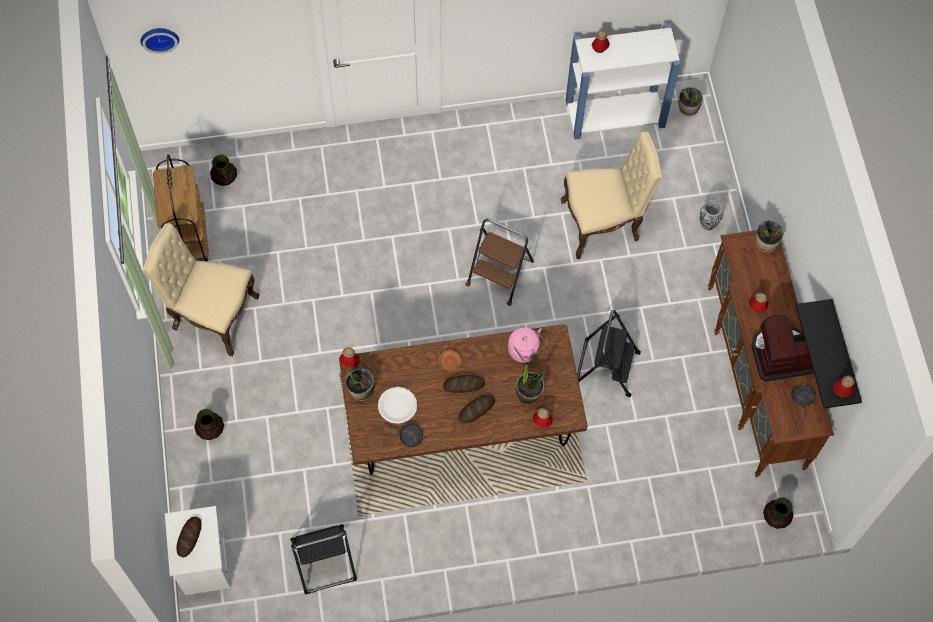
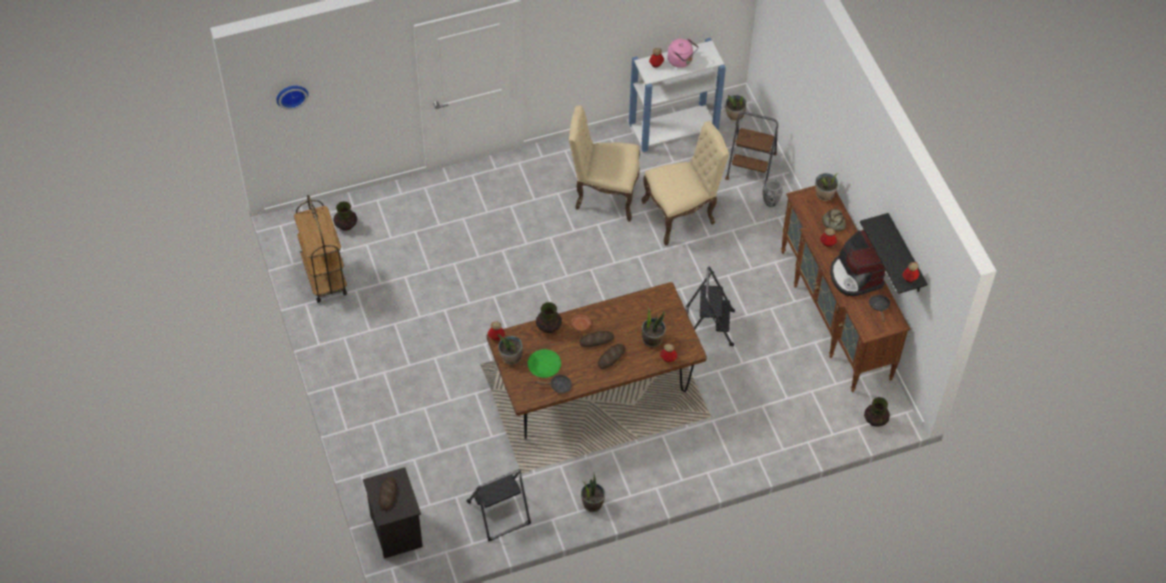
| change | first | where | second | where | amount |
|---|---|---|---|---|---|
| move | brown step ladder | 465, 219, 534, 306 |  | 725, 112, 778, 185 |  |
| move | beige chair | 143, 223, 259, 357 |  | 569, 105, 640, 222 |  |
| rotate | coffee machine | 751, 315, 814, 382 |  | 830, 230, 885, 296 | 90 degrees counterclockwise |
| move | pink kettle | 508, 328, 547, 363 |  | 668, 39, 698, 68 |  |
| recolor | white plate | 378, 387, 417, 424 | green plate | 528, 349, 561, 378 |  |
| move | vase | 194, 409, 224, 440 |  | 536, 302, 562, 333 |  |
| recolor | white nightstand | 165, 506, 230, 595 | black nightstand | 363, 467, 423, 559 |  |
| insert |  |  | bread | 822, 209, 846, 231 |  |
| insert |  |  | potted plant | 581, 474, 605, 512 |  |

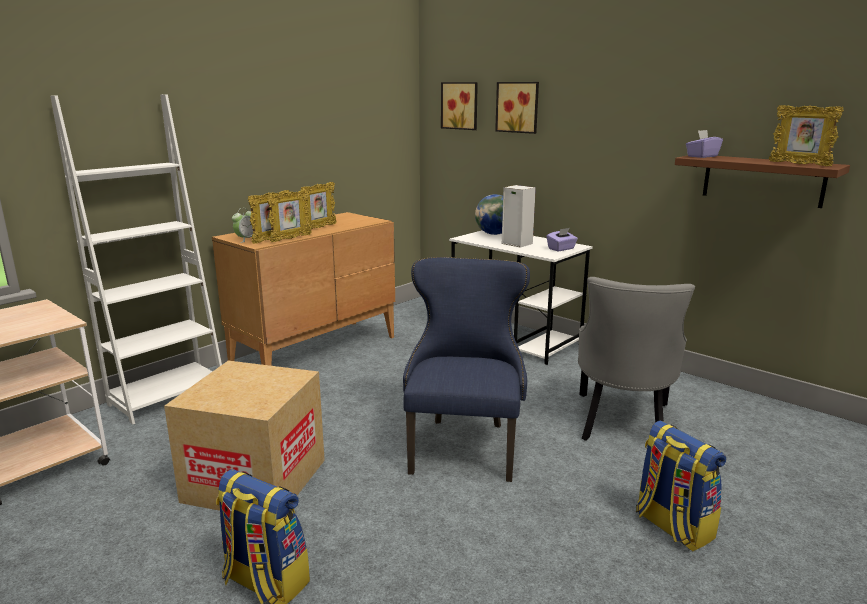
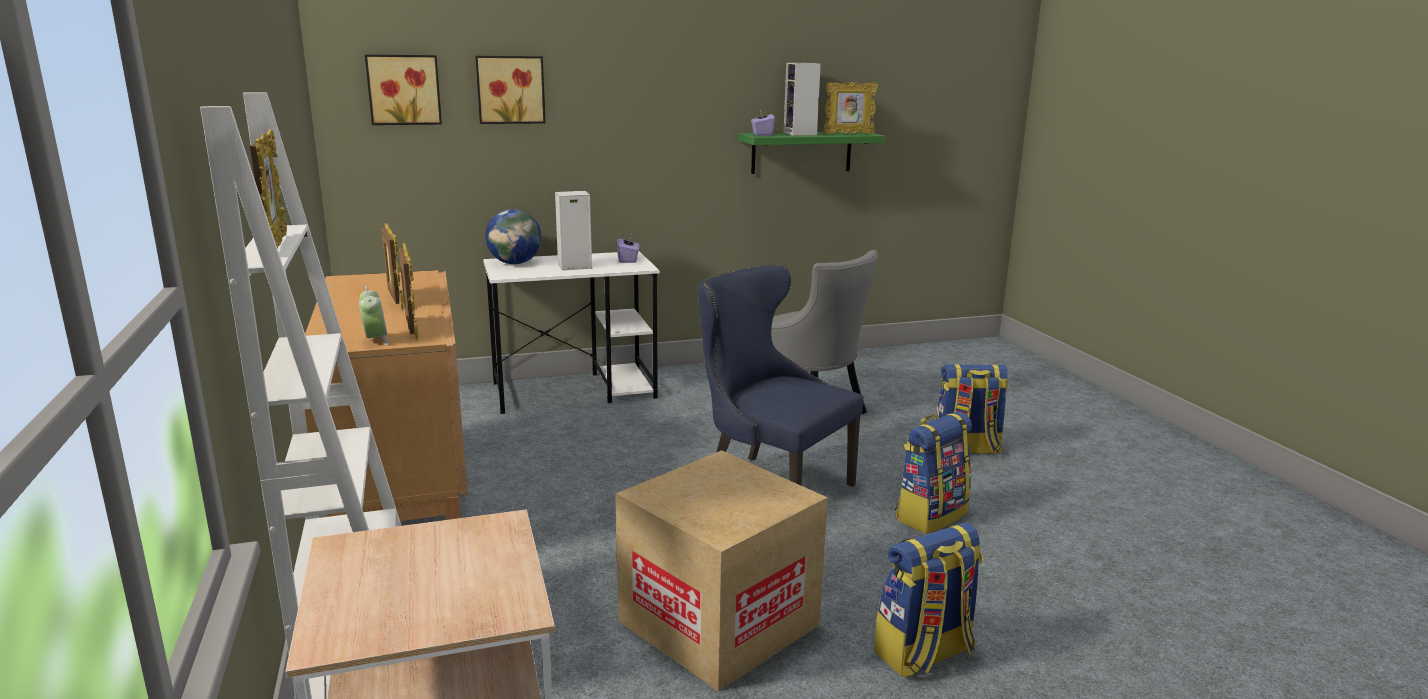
| change | first | where | second | where | amount |
|---|---|---|---|---|---|
| recolor | brown shelf | 675, 155, 850, 208 | green shelf | 738, 132, 885, 174 |  |
| move | picture frame | 267, 189, 312, 242 |  | 250, 129, 287, 249 |  |
| insert |  |  | speaker | 784, 62, 821, 136 |  |
| insert |  |  | backpack | 895, 412, 972, 534 |  |

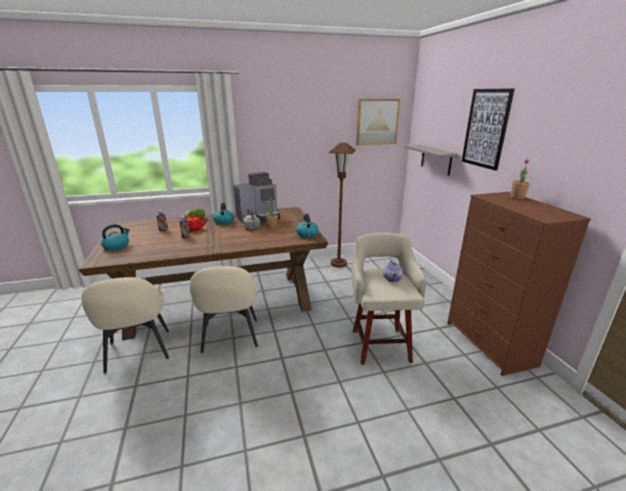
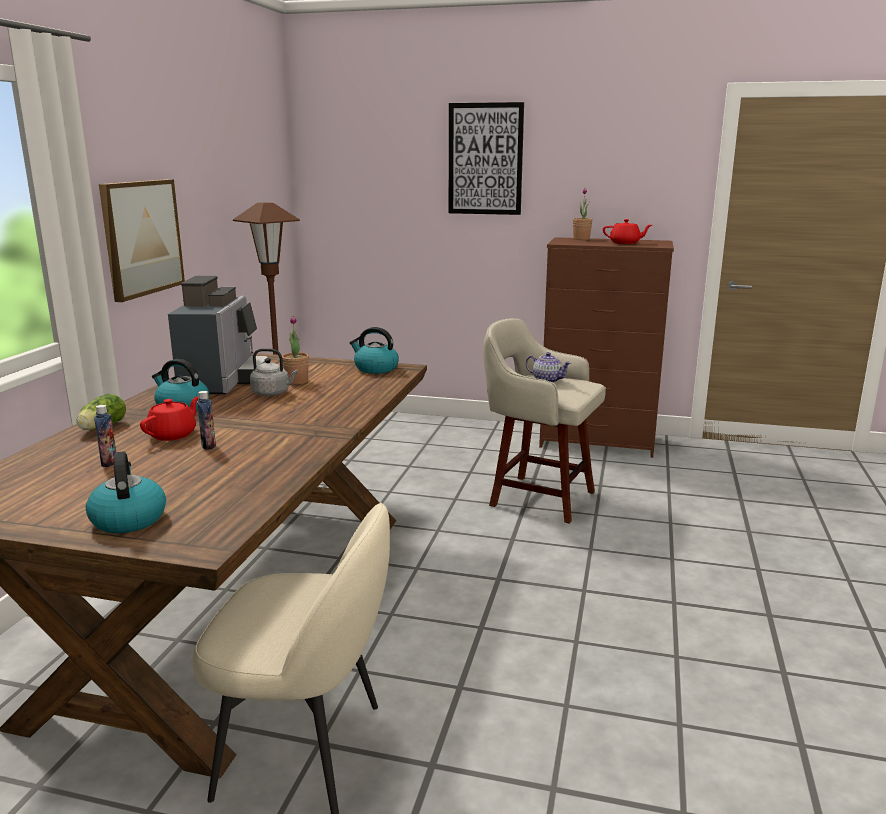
| change | first | where | second | where | amount |
|---|---|---|---|---|---|
| move | picture | 356, 99, 400, 145 |  | 99, 179, 185, 302 |  |
| delete | grey shelf | 404, 145, 458, 176 |  |  |  |
| delete | beige chair | 190, 266, 258, 353 |  |  |  |
| insert |  |  | red teapot | 603, 219, 652, 244 |  |

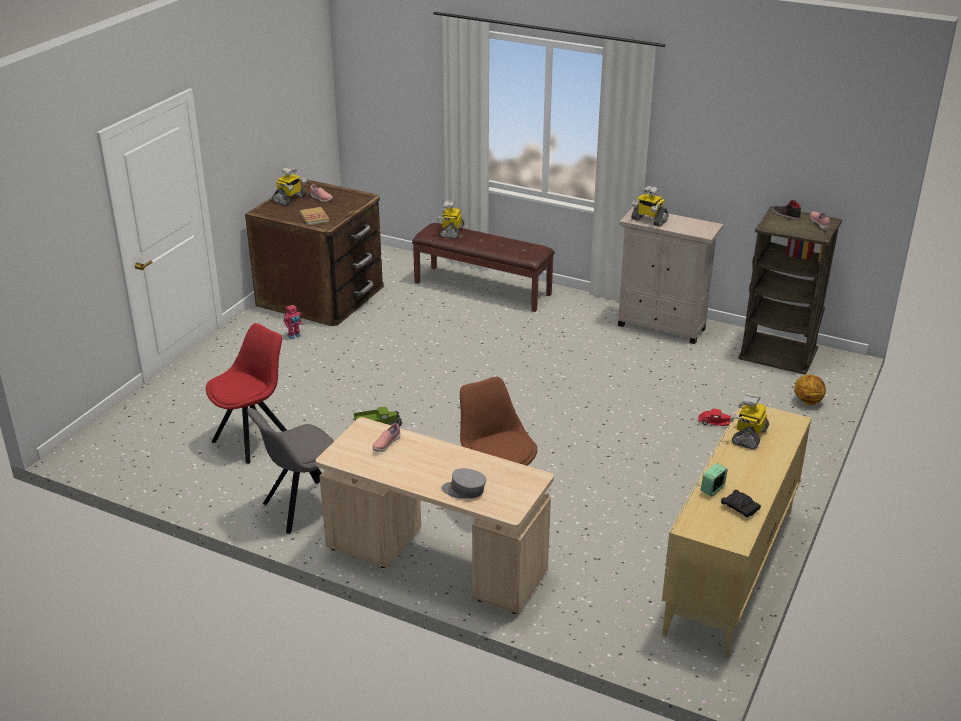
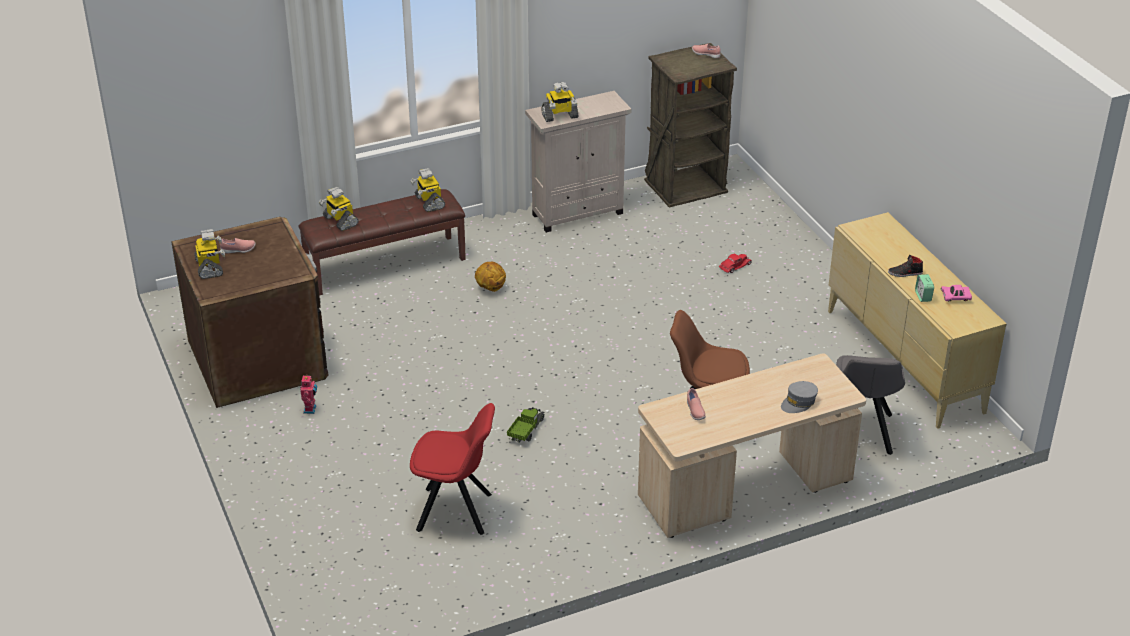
| change | first | where | second | where | amount |
|---|---|---|---|---|---|
| move | black shoe | 772, 200, 801, 220 |  | 888, 255, 923, 277 |  |
| delete | book | 300, 207, 330, 225 |  |  |  |
| rotate | red chair | 206, 323, 287, 464 |  | 410, 403, 495, 535 | 105 degrees clockwise |
| move | basketball | 794, 375, 826, 405 |  | 475, 262, 506, 292 |  |
| move | toy robot | 730, 393, 769, 449 |  | 411, 168, 445, 212 |  |
| move | grey chair | 247, 408, 334, 534 |  | 836, 355, 905, 455 |  |
| recolor | black toy car | 721, 490, 761, 517 | pink toy car | 941, 285, 972, 301 |  |

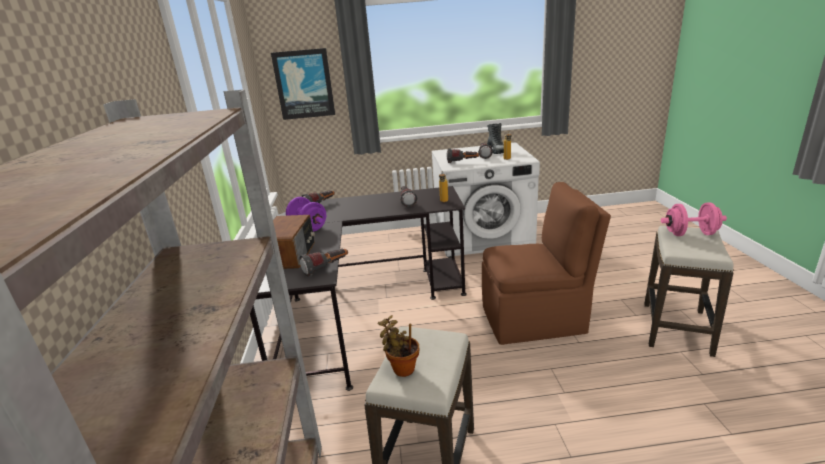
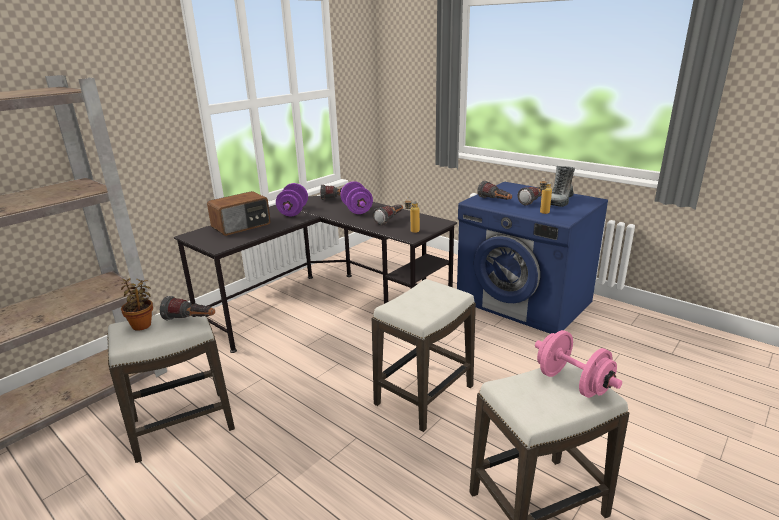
| change | first | where | second | where | amount |
|---|---|---|---|---|---|
| delete | picture | 271, 48, 335, 120 |  |  |  |
| recolor | white washing machine | 432, 142, 540, 258 | blue washing machine | 457, 182, 608, 334 |  |
| replace | brown chair | 482, 182, 611, 345 | stool | 372, 279, 476, 432 |  |
| move | flashlight | 299, 249, 348, 277 |  | 160, 296, 215, 320 |  |
| insert |  |  | purple dumbbell | 340, 181, 373, 214 |  |

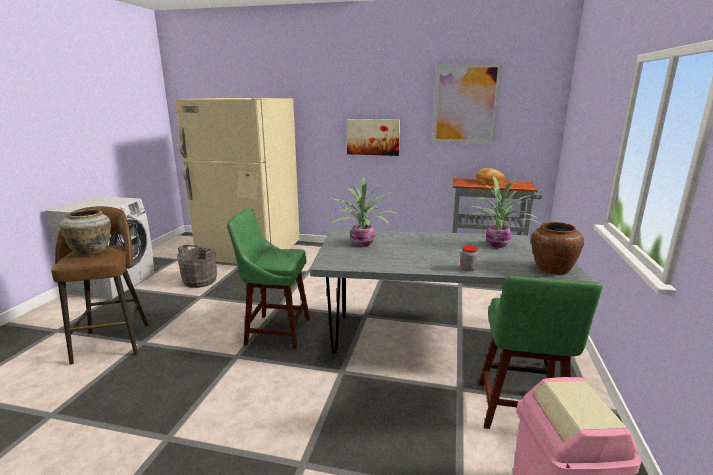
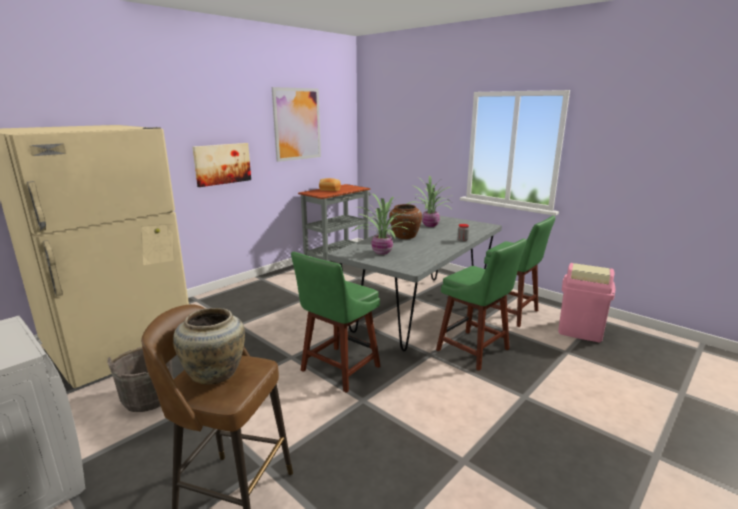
| change | first | where | second | where | amount |
|---|---|---|---|---|---|
| move | brown vase | 531, 222, 584, 274 |  | 389, 204, 422, 239 |  |
| insert |  |  | green chair | 436, 239, 527, 371 |  |

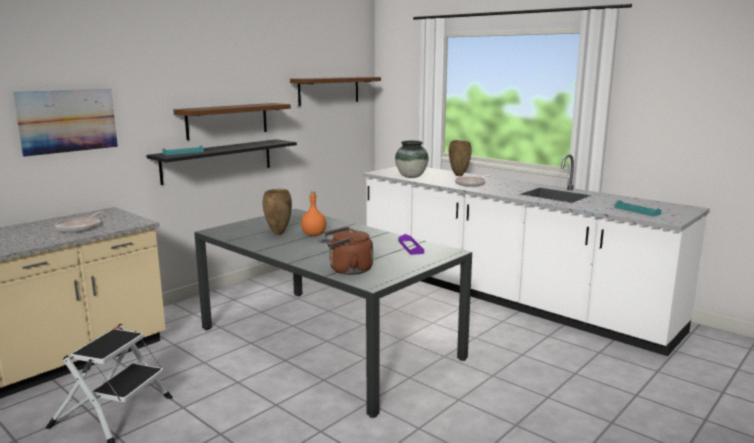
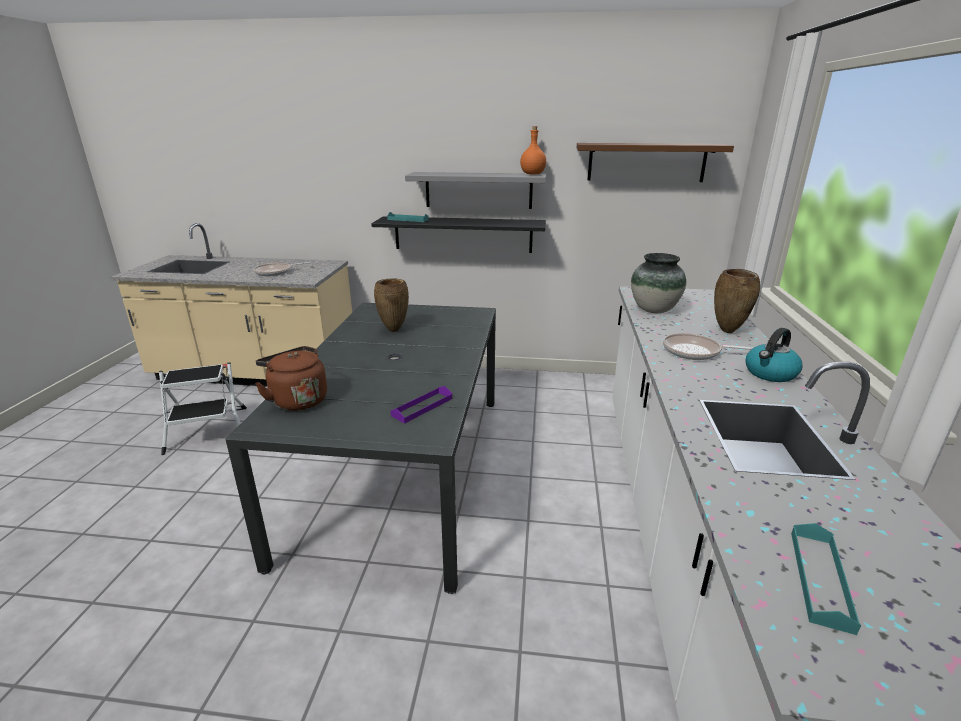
| change | first | where | second | where | amount |
|---|---|---|---|---|---|
| delete | picture | 13, 88, 118, 157 |  |  |  |
| recolor | brown shelf | 174, 103, 291, 140 | grey shelf | 405, 172, 546, 209 |  |
| move | orange bottle | 301, 191, 326, 236 |  | 520, 126, 546, 175 |  |
| insert |  |  | kettle | 746, 328, 802, 382 |  |

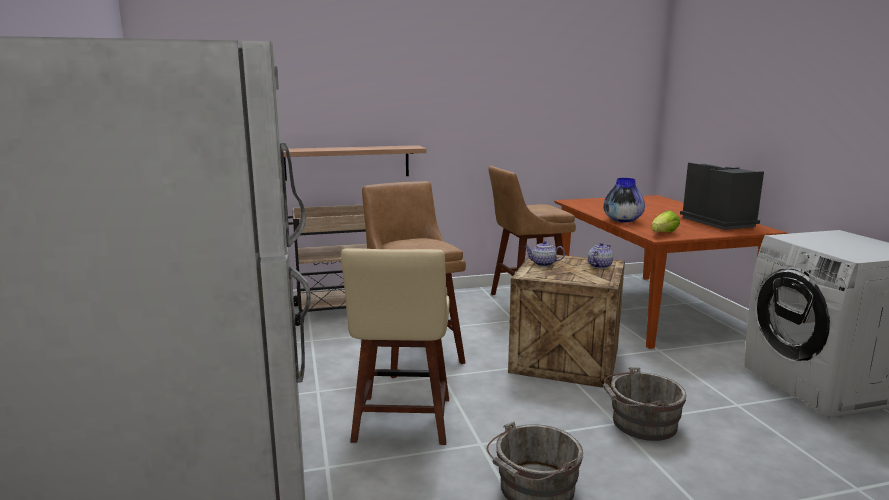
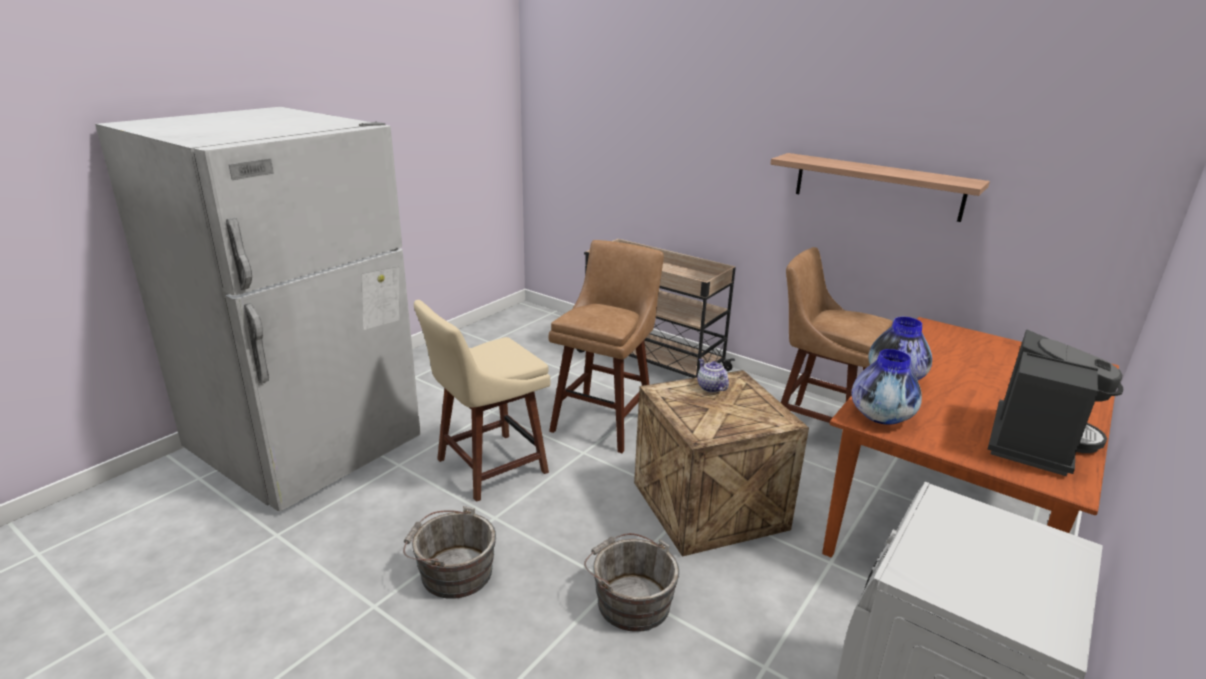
| change | first | where | second | where | amount |
|---|---|---|---|---|---|
| move | shelf | 283, 145, 426, 181 |  | 770, 153, 990, 222 |  |
| replace | lettuce | 651, 210, 680, 232 | vase | 851, 349, 922, 425 |  |
| delete | teapot | 588, 243, 613, 269 |  |  |  |

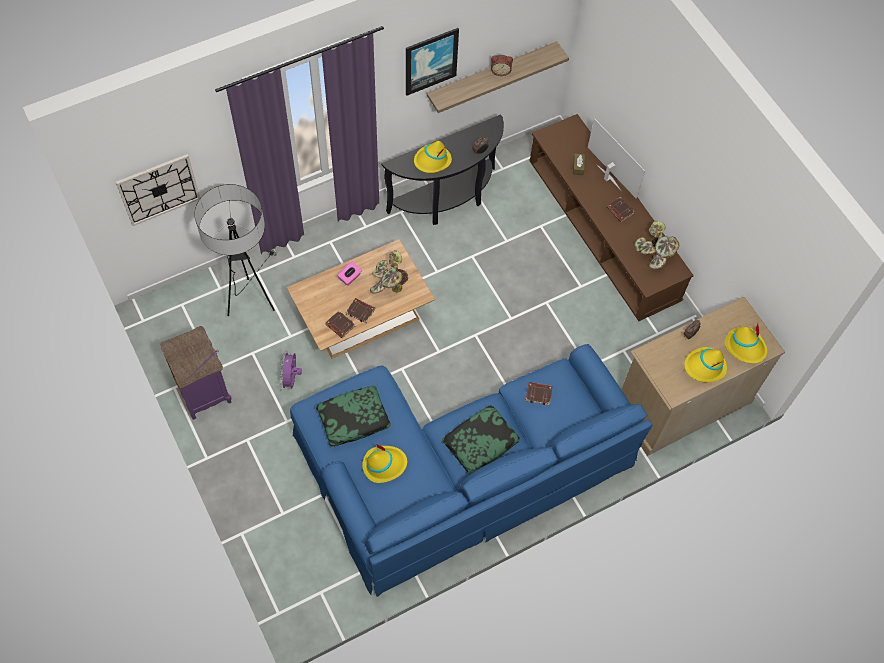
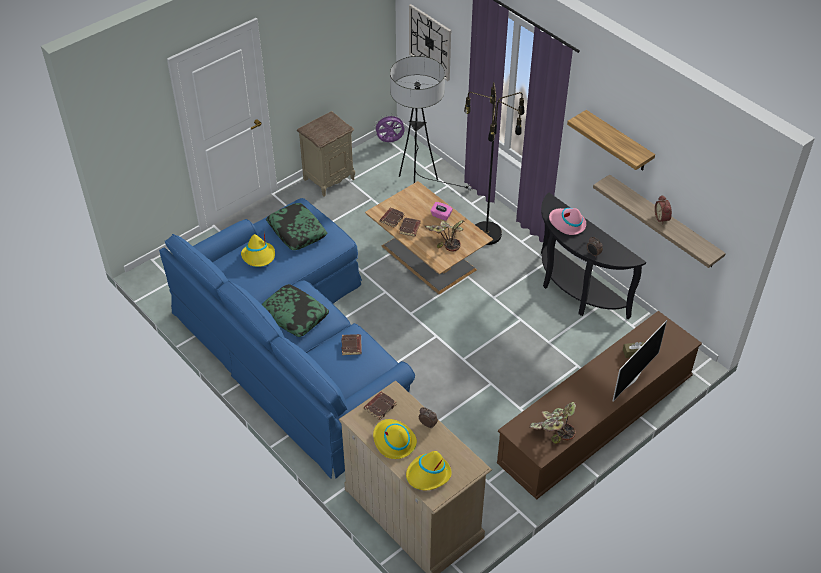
| change | first | where | second | where | amount |
|---|---|---|---|---|---|
| replace | picture | 406, 28, 459, 96 | shelf | 567, 110, 655, 171 |  |
| recolor | yellow hat | 414, 141, 452, 173 | pink hat | 549, 208, 586, 235 |  |
| move | brown book | 607, 197, 635, 222 |  | 364, 391, 396, 420 |  |
| recolor | purple nightstand | 159, 326, 232, 420 | beige nightstand | 297, 111, 355, 197 |  |
| move | purple fan | 280, 350, 302, 391 |  | 374, 115, 405, 142 |  |
| insert |  |  | floor lamp | 464, 82, 524, 245 |  |

